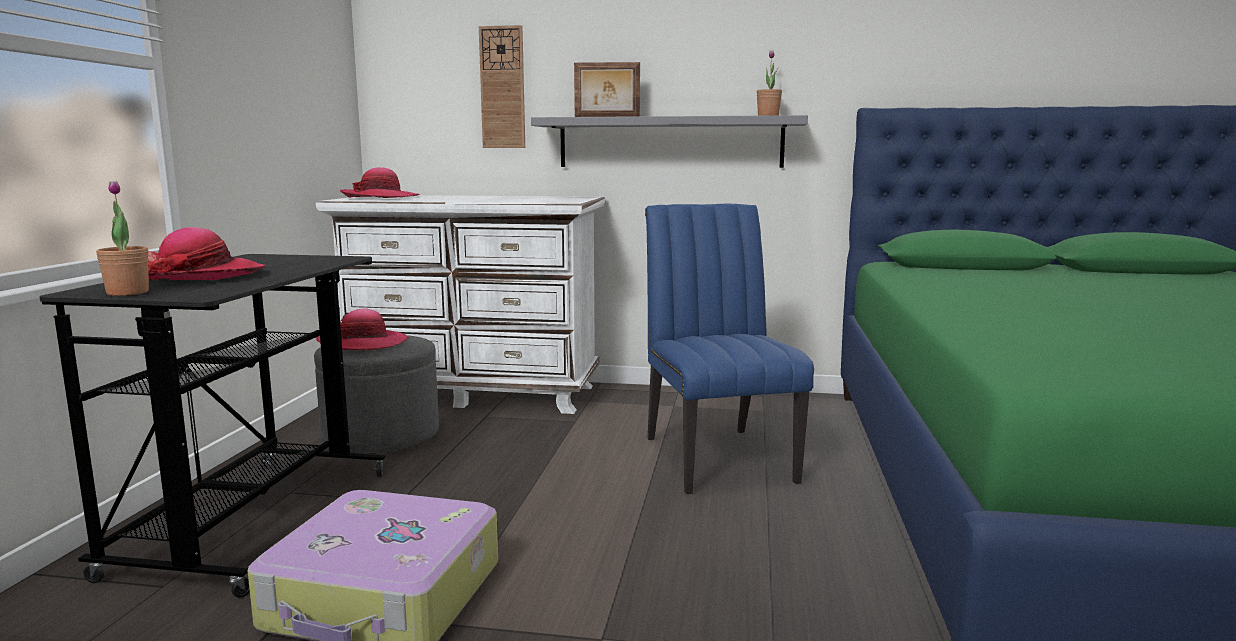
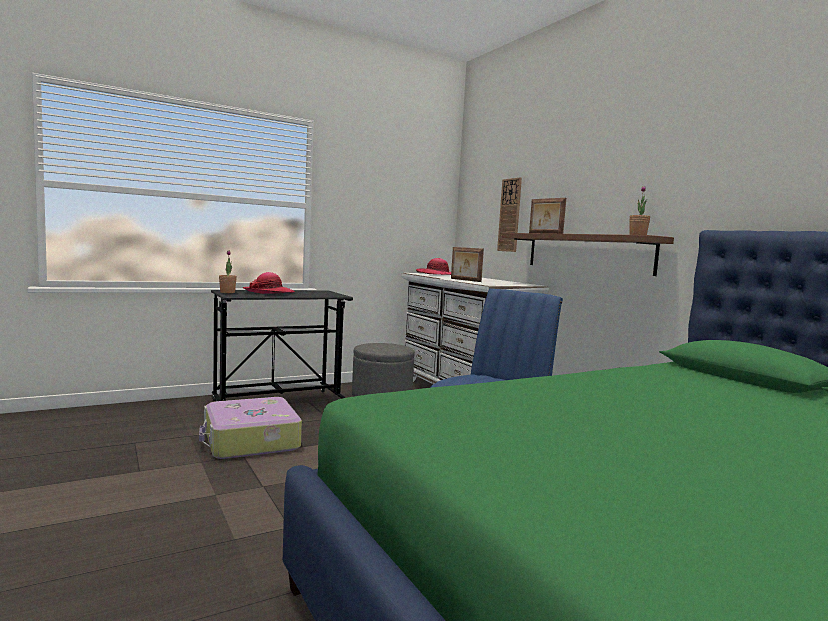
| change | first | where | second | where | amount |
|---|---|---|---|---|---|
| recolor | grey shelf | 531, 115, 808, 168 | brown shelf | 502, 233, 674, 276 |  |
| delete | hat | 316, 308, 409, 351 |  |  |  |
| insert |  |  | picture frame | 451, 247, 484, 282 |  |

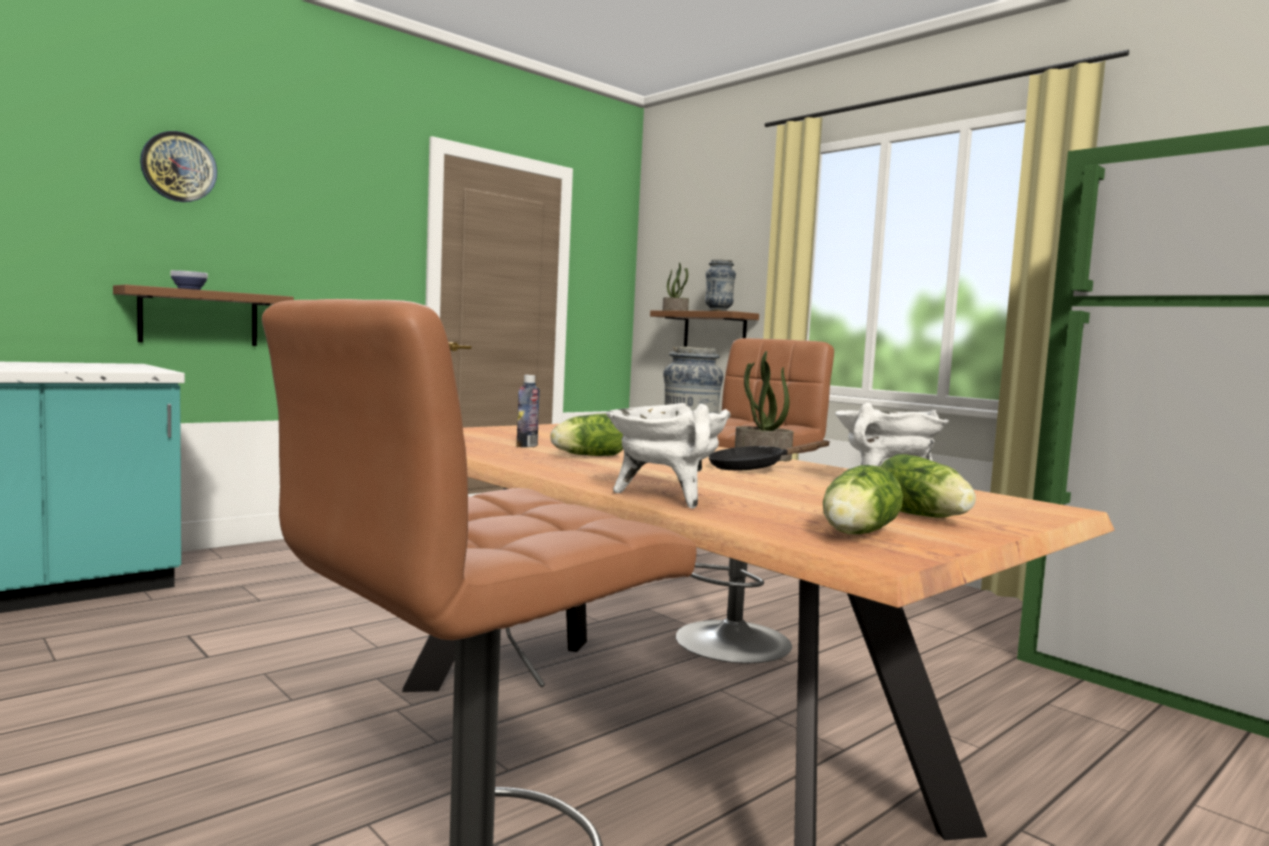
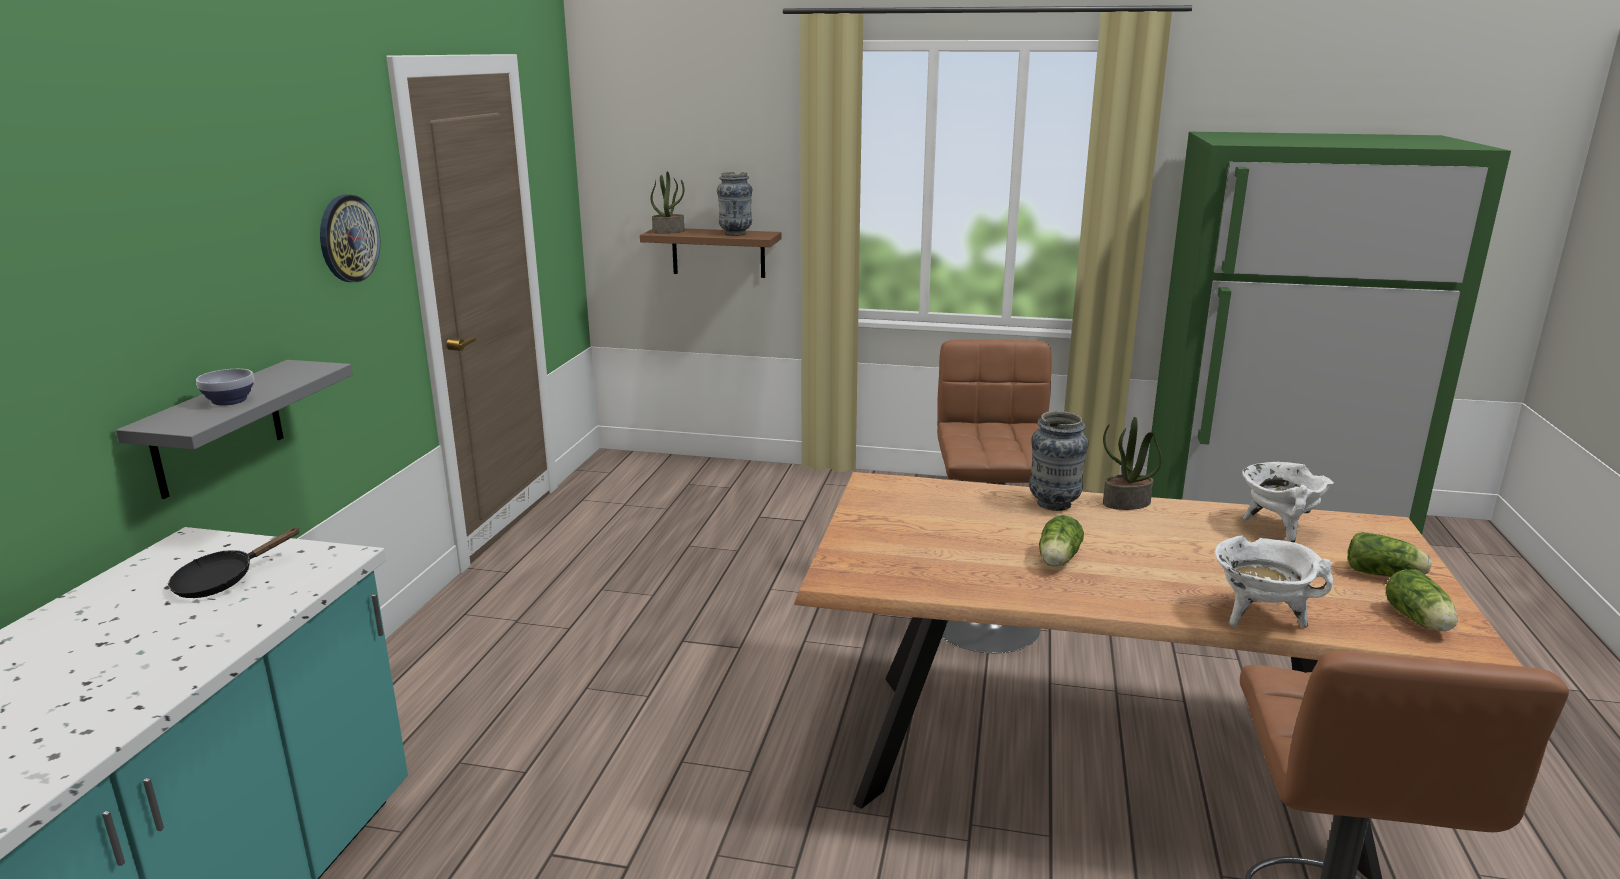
| change | first | where | second | where | amount |
|---|---|---|---|---|---|
| move | wall clock | 140, 131, 217, 202 |  | 320, 195, 380, 282 |  |
| recolor | brown shelf | 113, 285, 294, 346 | grey shelf | 116, 360, 353, 499 |  |
| delete | bottle | 516, 375, 540, 447 |  |  |  |
| move | black frying pan | 708, 440, 831, 470 |  | 168, 528, 300, 598 |  |

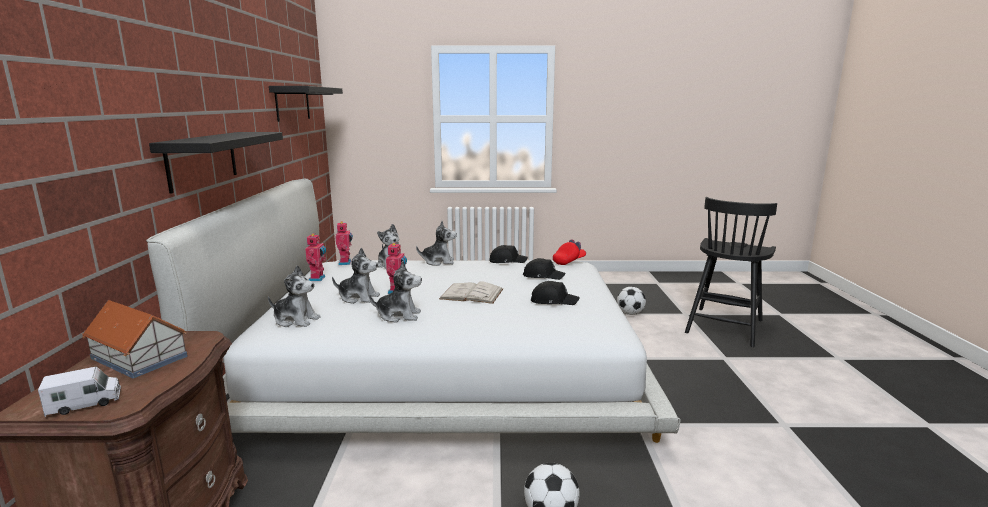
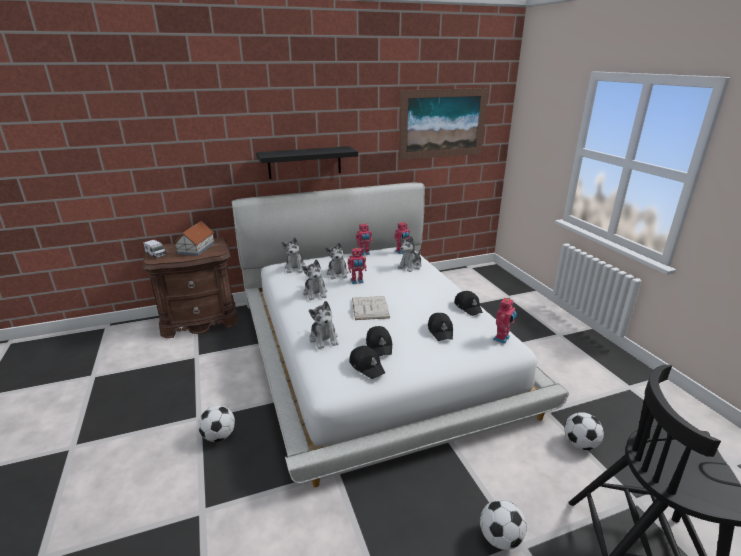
| change | first | where | second | where | amount |
|---|---|---|---|---|---|
| replace | black shelf | 269, 86, 343, 122 | picture | 399, 88, 488, 160 |  |
| move | plush toy | 416, 221, 457, 266 |  | 309, 301, 338, 349 |  |
| replace | red cap | 553, 239, 586, 265 | toy robot | 493, 297, 517, 344 |  |
| insert |  |  | black cap | 349, 346, 385, 379 |  |
| insert |  |  | football | 480, 499, 527, 550 |  |

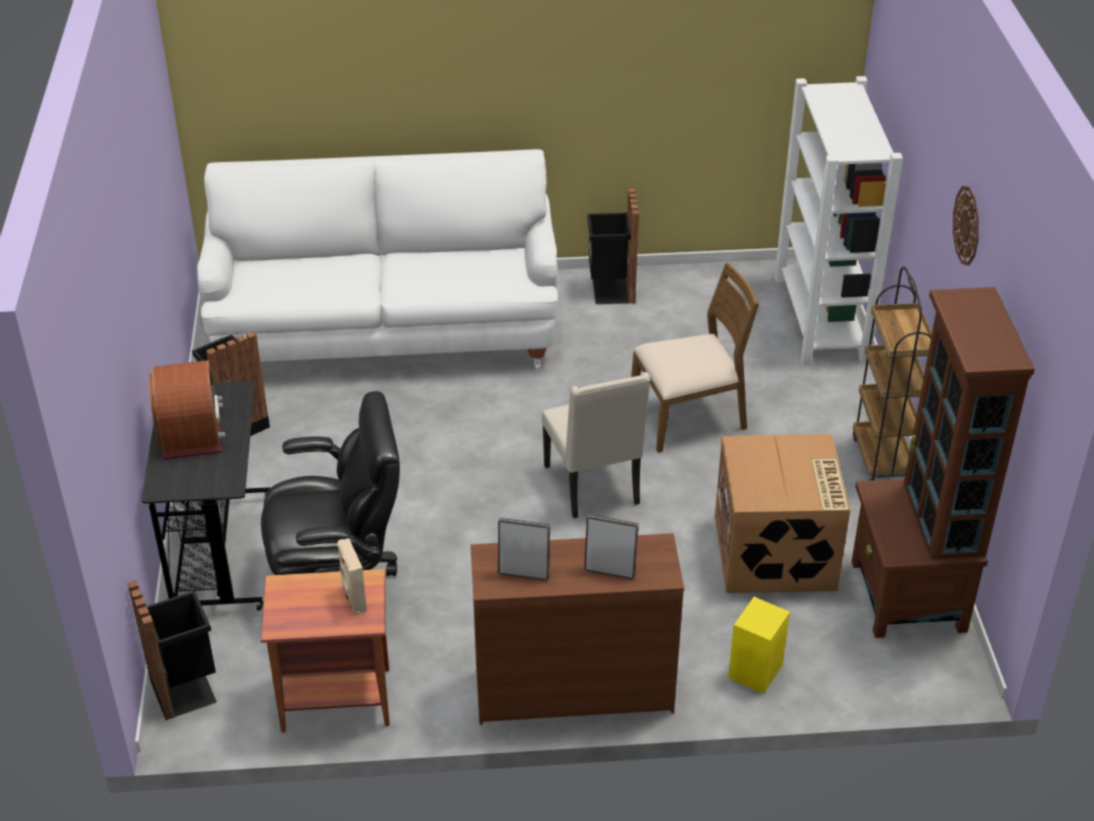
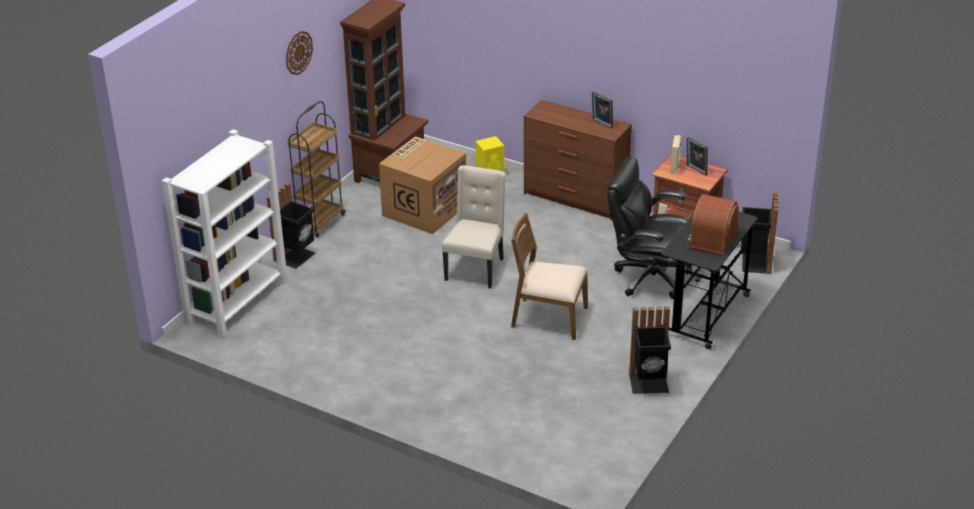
| change | first | where | second | where | amount |
|---|---|---|---|---|---|
| delete | white sofa | 197, 149, 558, 369 |  |  |  |
| move | black trash can | 587, 188, 639, 304 |  | 267, 183, 315, 269 |  |
| move | brown chair | 631, 263, 759, 453 |  | 511, 213, 588, 340 |  |
| move | picture frame | 584, 514, 639, 579 |  | 687, 137, 708, 175 |  |

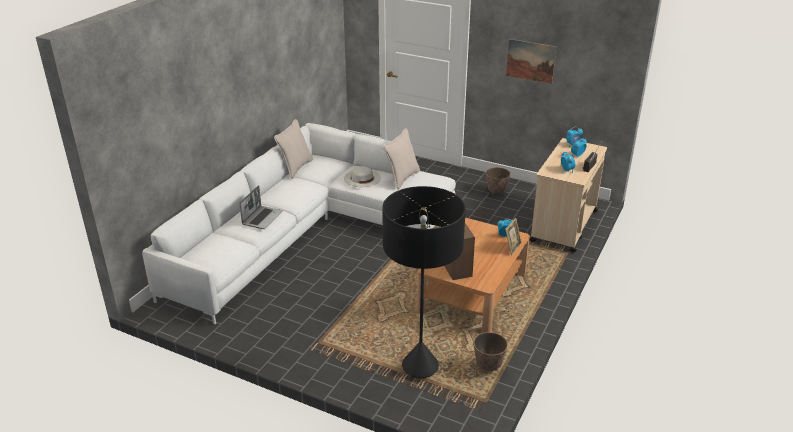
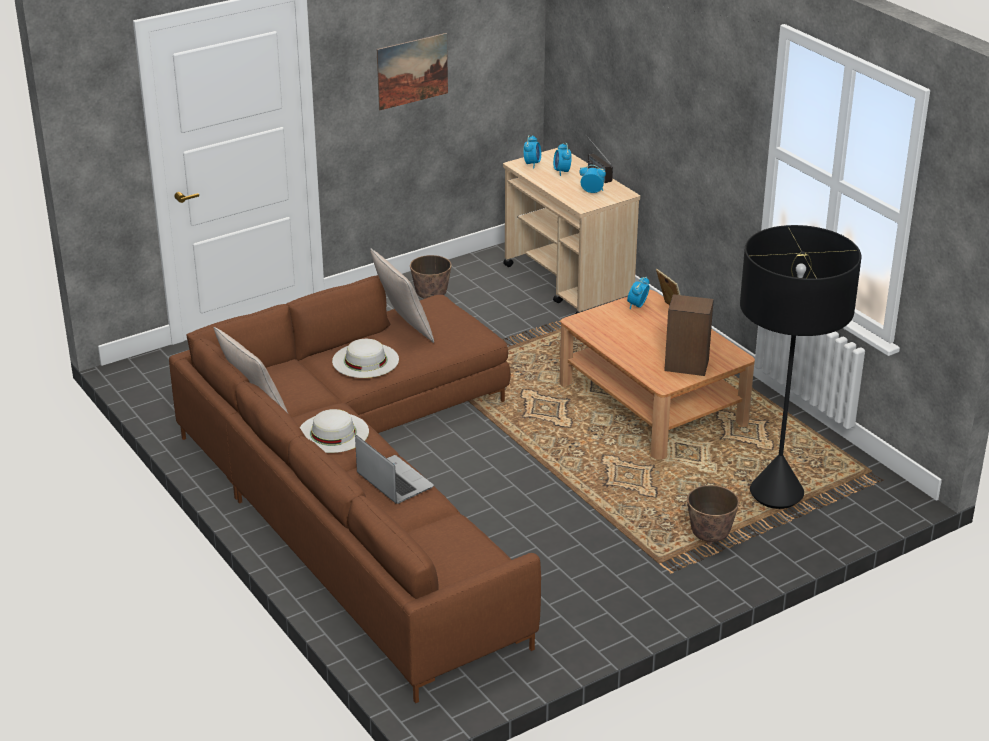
| change | first | where | second | where | amount |
|---|---|---|---|---|---|
| recolor | white sofa | 142, 123, 456, 324 | brown sofa | 169, 275, 541, 703 |  |
| move | planter | 473, 332, 508, 371 |  | 687, 485, 739, 546 |  |
| insert |  |  | white hat | 300, 409, 369, 453 |  |

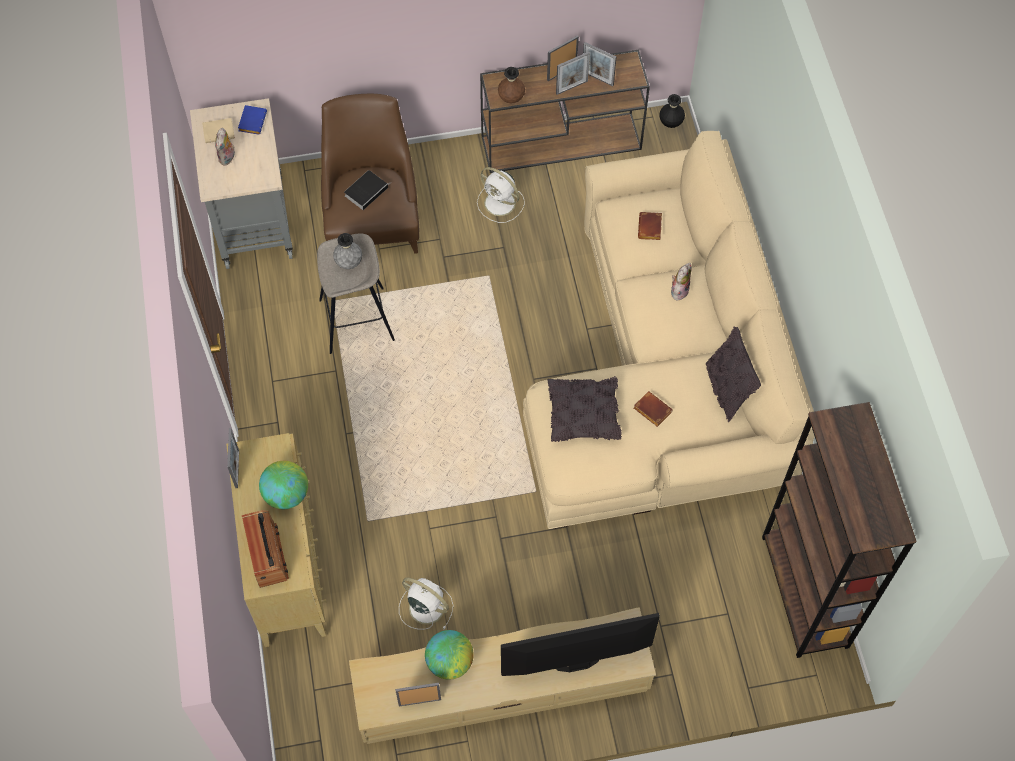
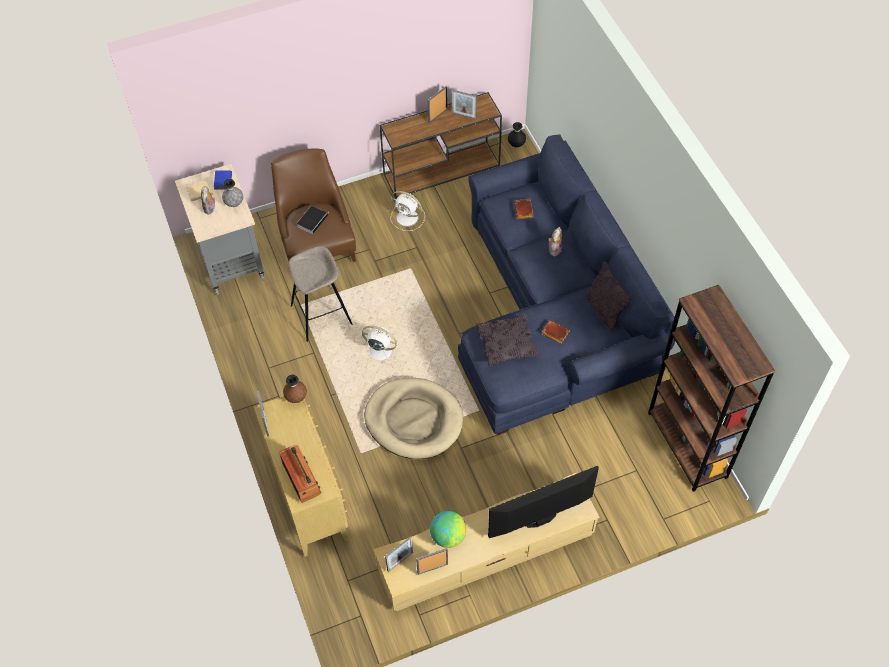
| change | first | where | second | where | amount |
|---|---|---|---|---|---|
| move | picture frame | 556, 52, 590, 95 |  | 385, 536, 413, 572 |  |
| move | brown vase | 498, 67, 525, 104 |  | 283, 375, 307, 403 |  |
| recolor | beige sofa | 523, 131, 815, 529 | blue sofa | 458, 135, 675, 435 |  |
| move | grey vase | 333, 233, 362, 269 |  | 222, 179, 243, 207 |  |
| delete | globe | 259, 461, 308, 509 |  |  |  |
| move | white fan | 399, 578, 454, 630 |  | 362, 326, 399, 365 |  |
| insert |  |  | beige dog bed | 364, 378, 463, 459 |  |

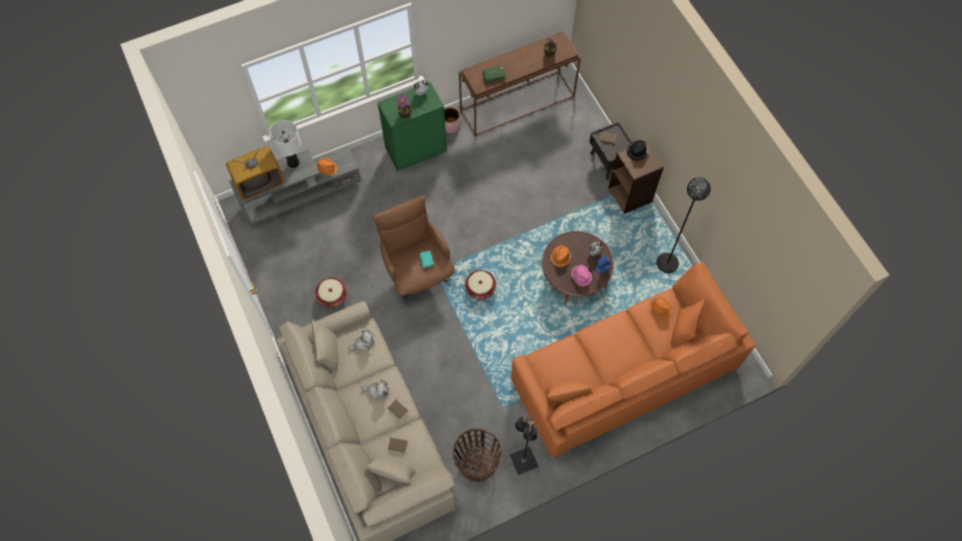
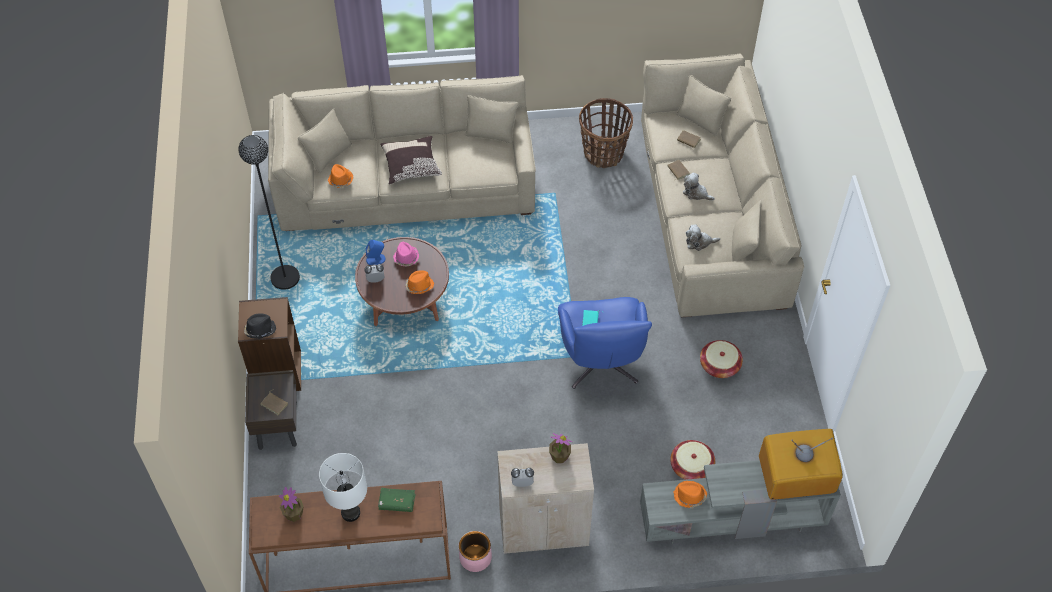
| change | first | where | second | where | amount |
|---|---|---|---|---|---|
| recolor | green cabinet | 377, 82, 447, 171 | beige cabinet | 497, 443, 594, 554 |  |
| move | white table lamp | 269, 120, 301, 167 |  | 319, 453, 367, 522 |  |
| recolor | brown armchair | 373, 196, 455, 300 | blue armchair | 558, 297, 652, 389 |  |
| recolor | orange sofa | 511, 262, 756, 458 | beige sofa | 268, 75, 536, 231 |  |
| move | basket | 465, 270, 496, 299 |  | 670, 440, 715, 480 |  |
| delete | black floor lamp | 510, 417, 538, 475 |  |  |  |
| insert |  |  | pillow | 380, 136, 442, 184 |  |

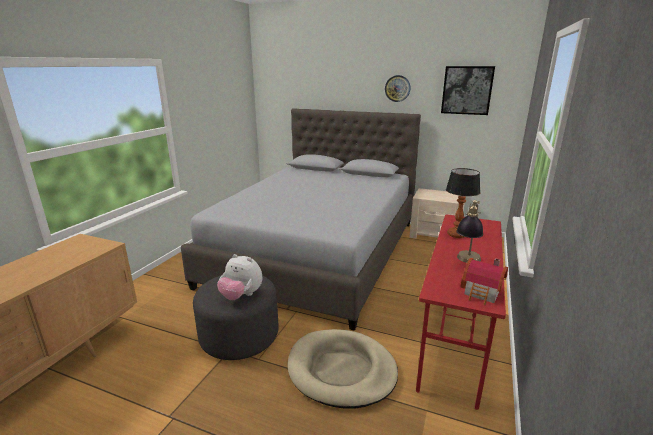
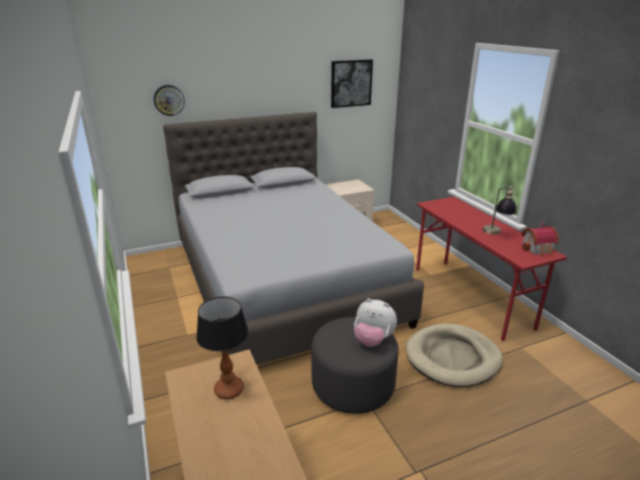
| change | first | where | second | where | amount |
|---|---|---|---|---|---|
| move | wall clock | 385, 75, 410, 102 |  | 153, 85, 185, 116 |  |
| move | table lamp | 446, 168, 480, 238 |  | 196, 297, 249, 399 |  |
| rotate | plush toy | 217, 254, 263, 300 |  | 354, 299, 397, 347 | 45 degrees clockwise |

